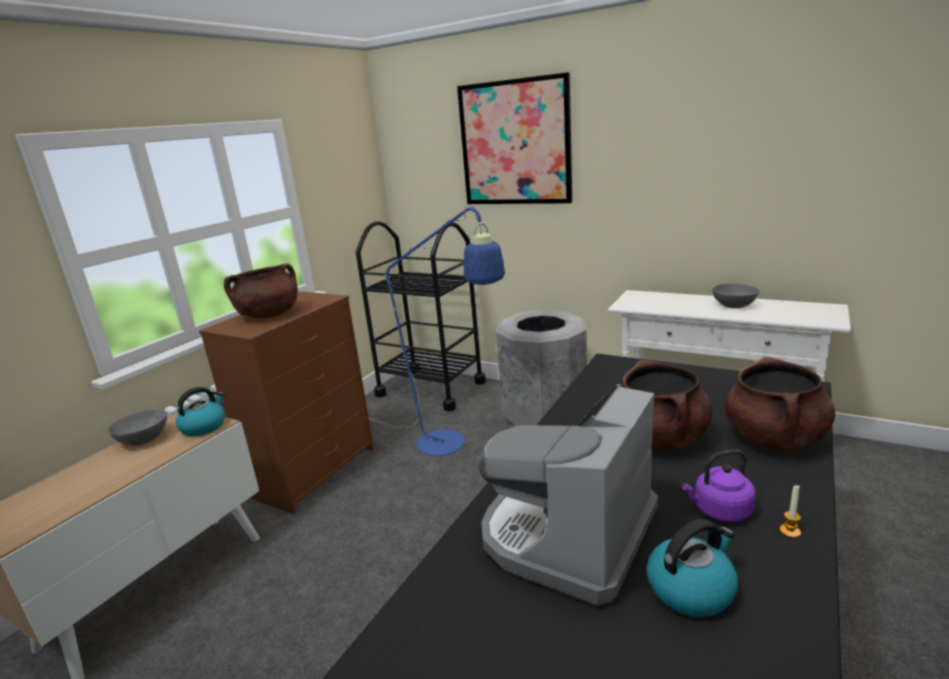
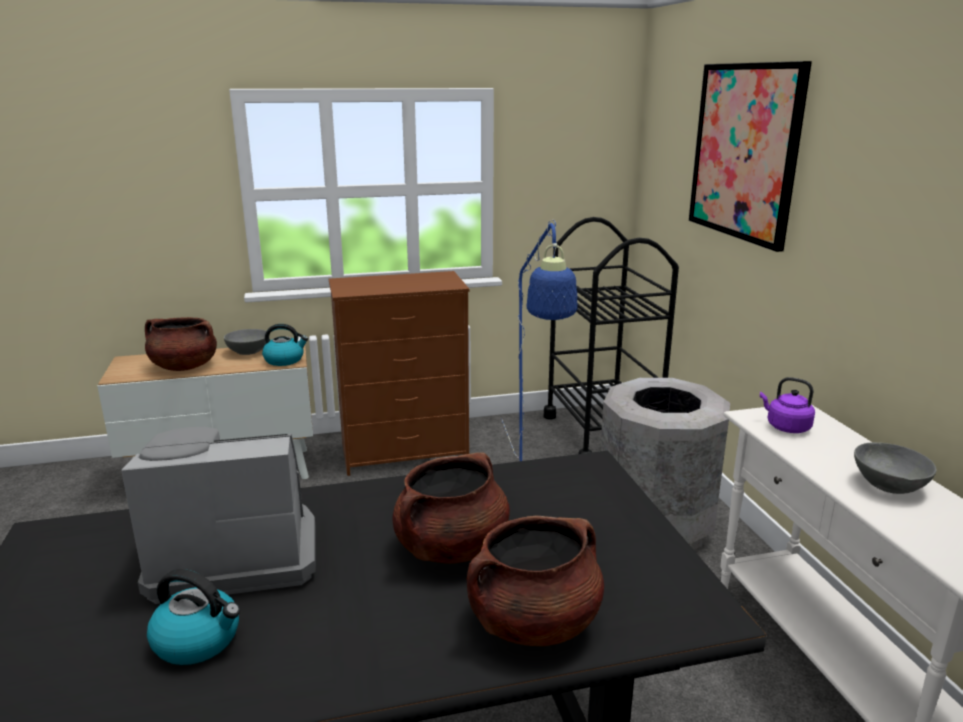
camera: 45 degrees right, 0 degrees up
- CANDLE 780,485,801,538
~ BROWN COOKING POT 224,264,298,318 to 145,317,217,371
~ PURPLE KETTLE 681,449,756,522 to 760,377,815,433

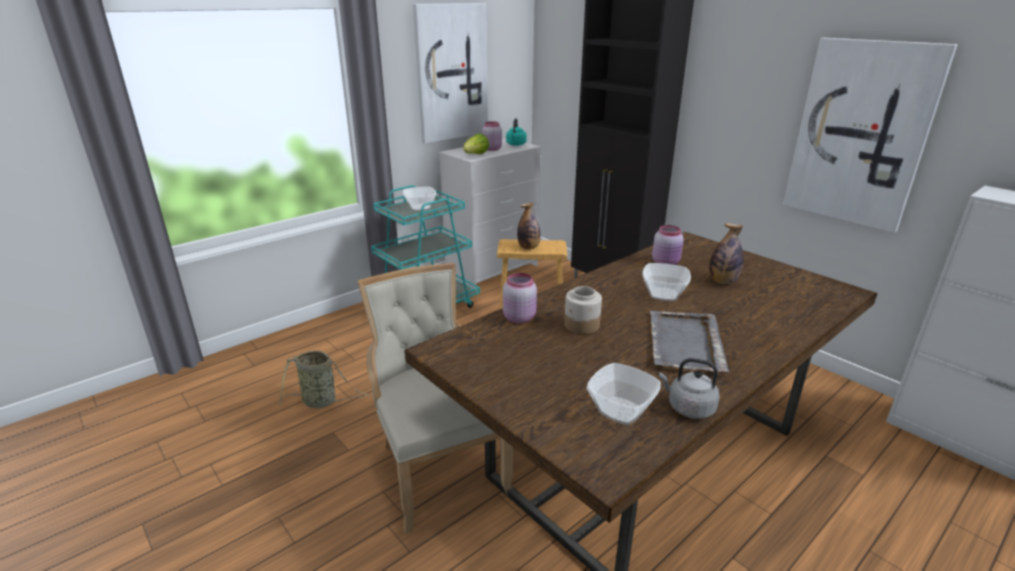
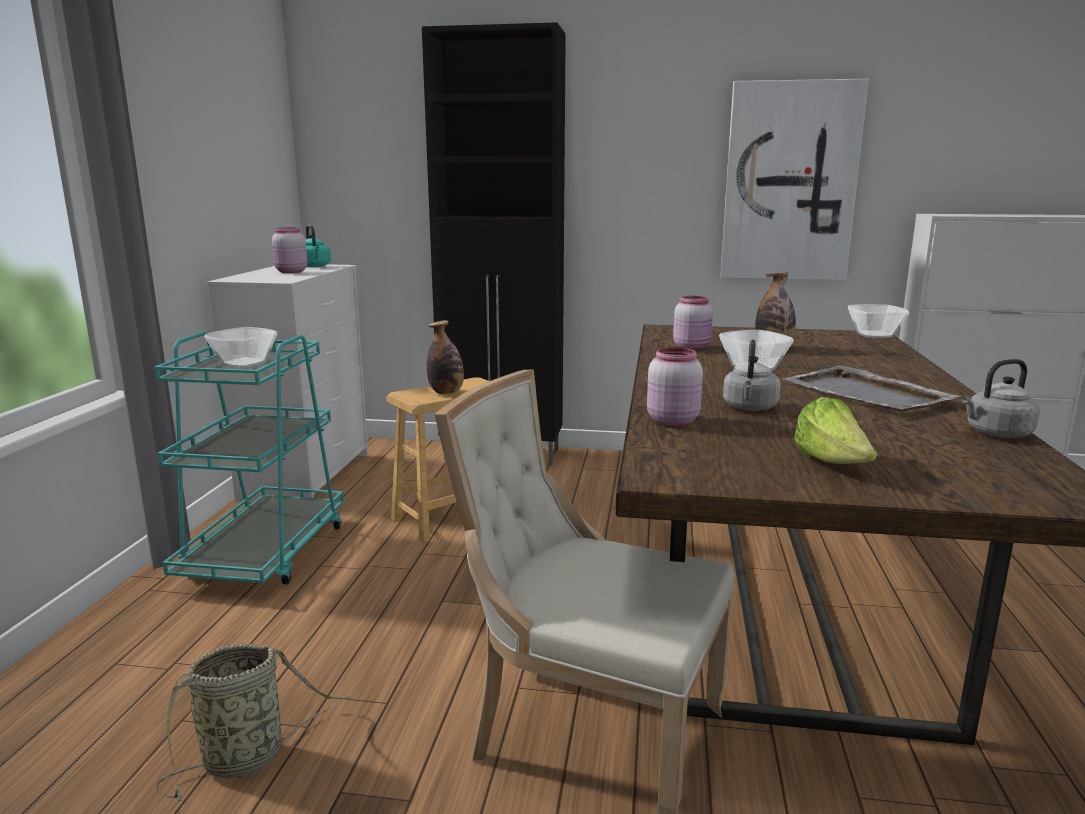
camera: 40 degrees left, 10 degrees down
- PICTURE 413,3,488,144
~ LETTUCE 463,134,489,154 to 794,397,877,464
~ BOWL 587,363,661,425 to 848,304,909,338
~ JAR 564,286,602,334 to GREY KETTLE 723,339,781,411

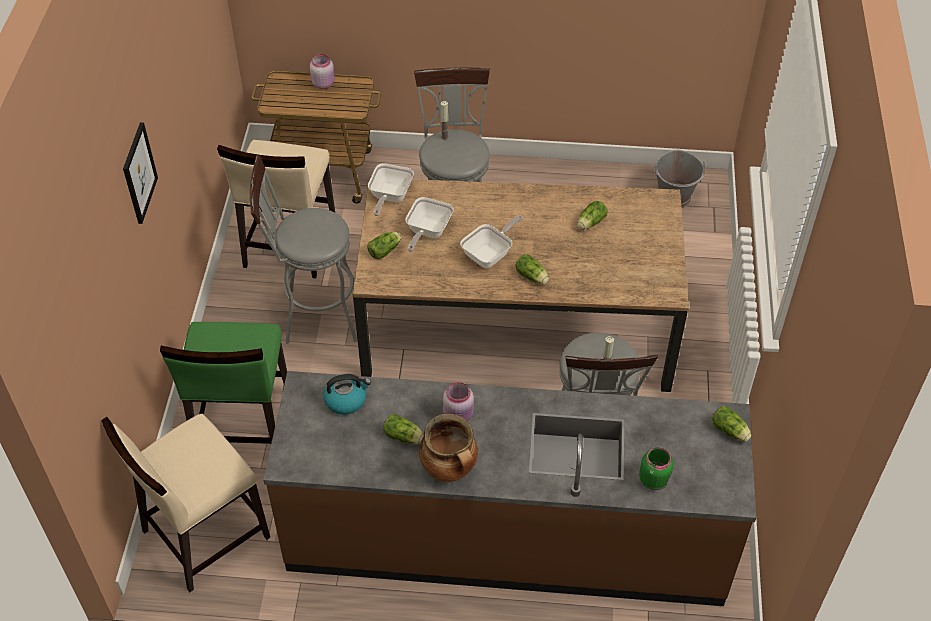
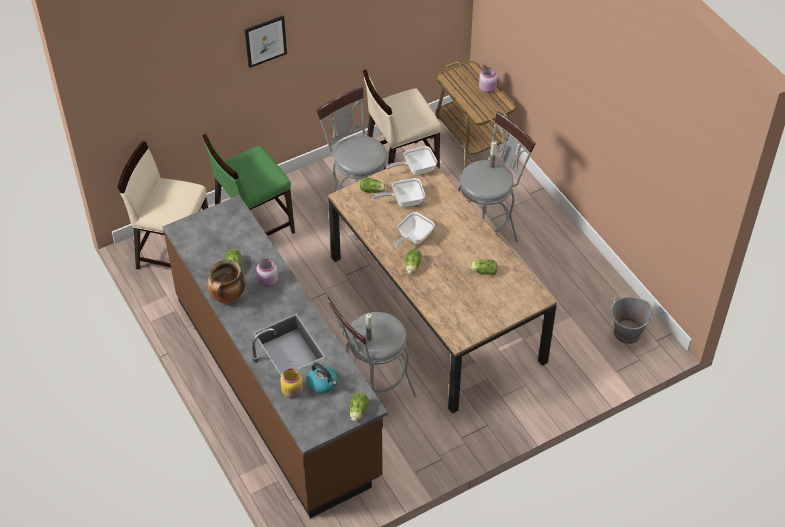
camera: 55 degrees right, 0 degrees up
~ KETTLE 323,374,371,415 to 307,363,337,394
~ GREEN JAR 639,447,674,490 to YELLOW JAR 280,369,303,398
~ FRYING PAN 460,215,523,268 = 391,212,435,250 120 degrees clockwise

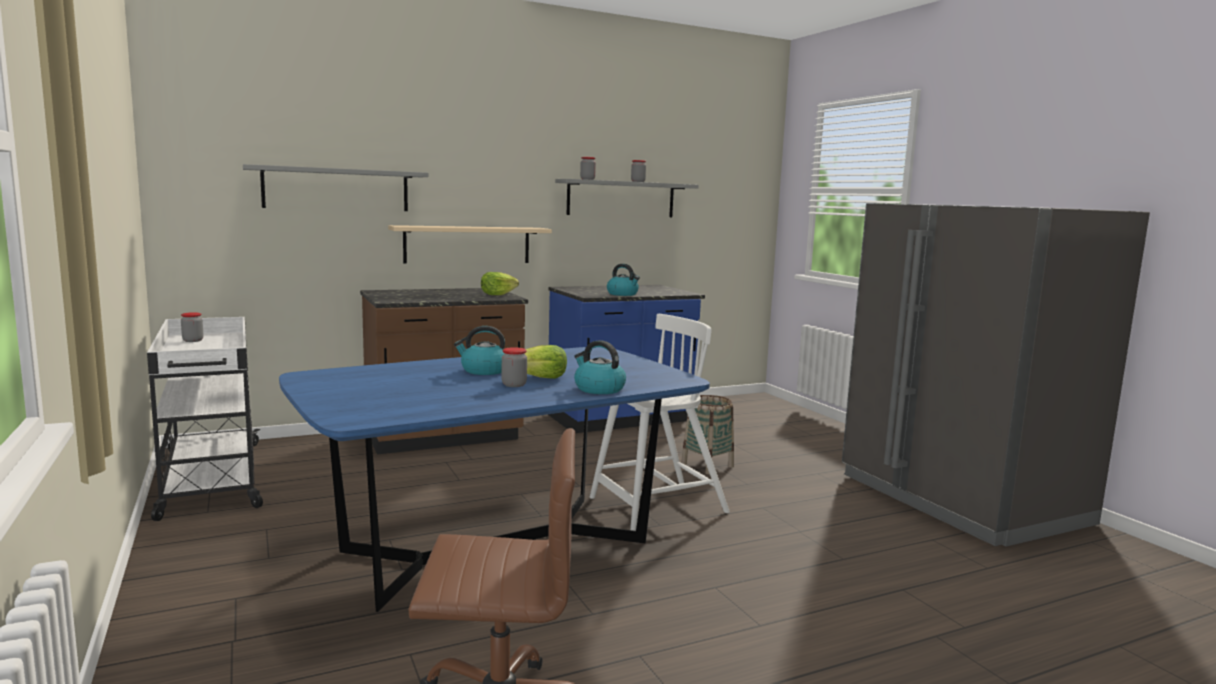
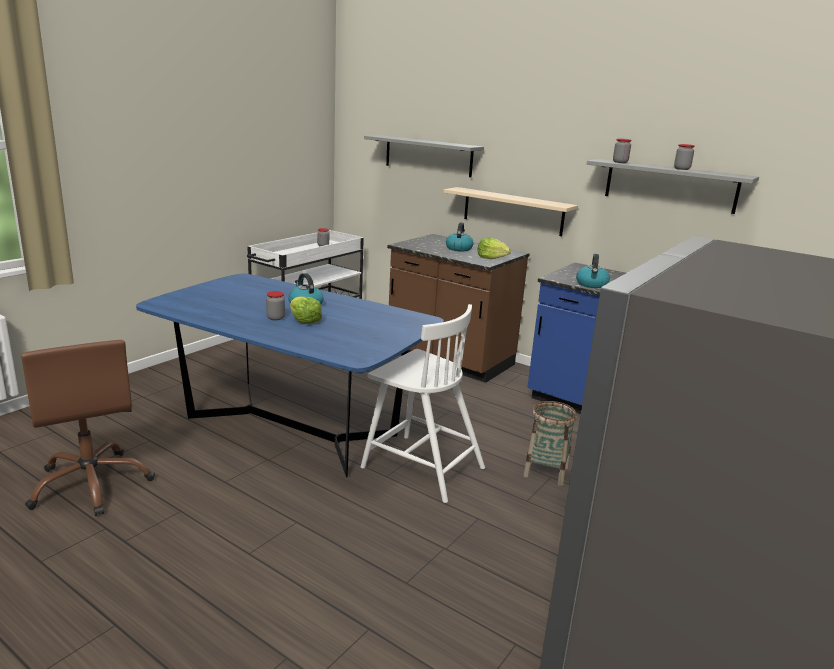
camera: 60 degrees right, 10 degrees up
~ KETTLE 574,340,626,394 to 446,222,474,251

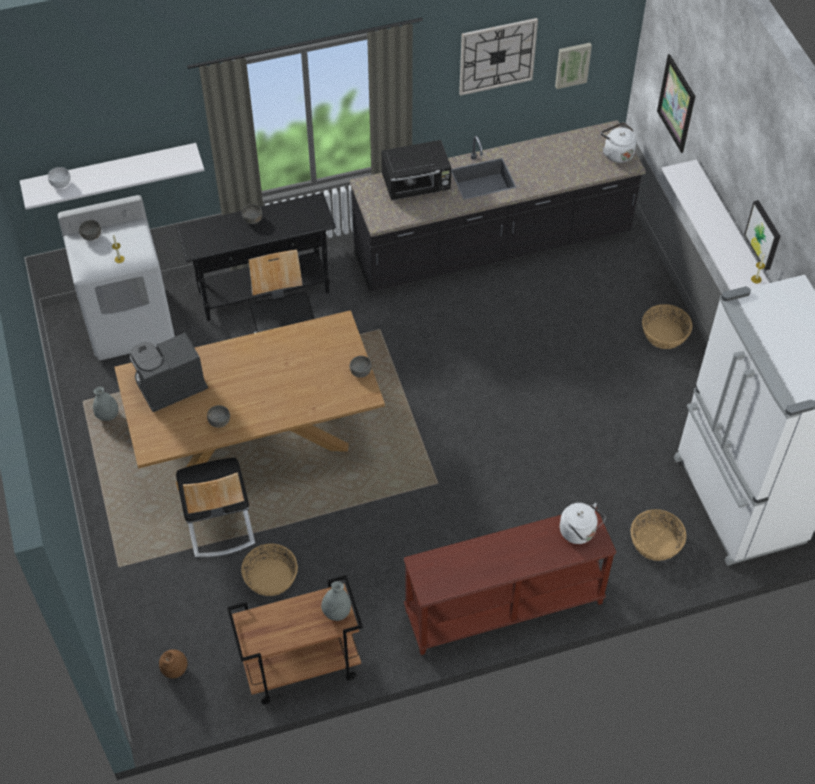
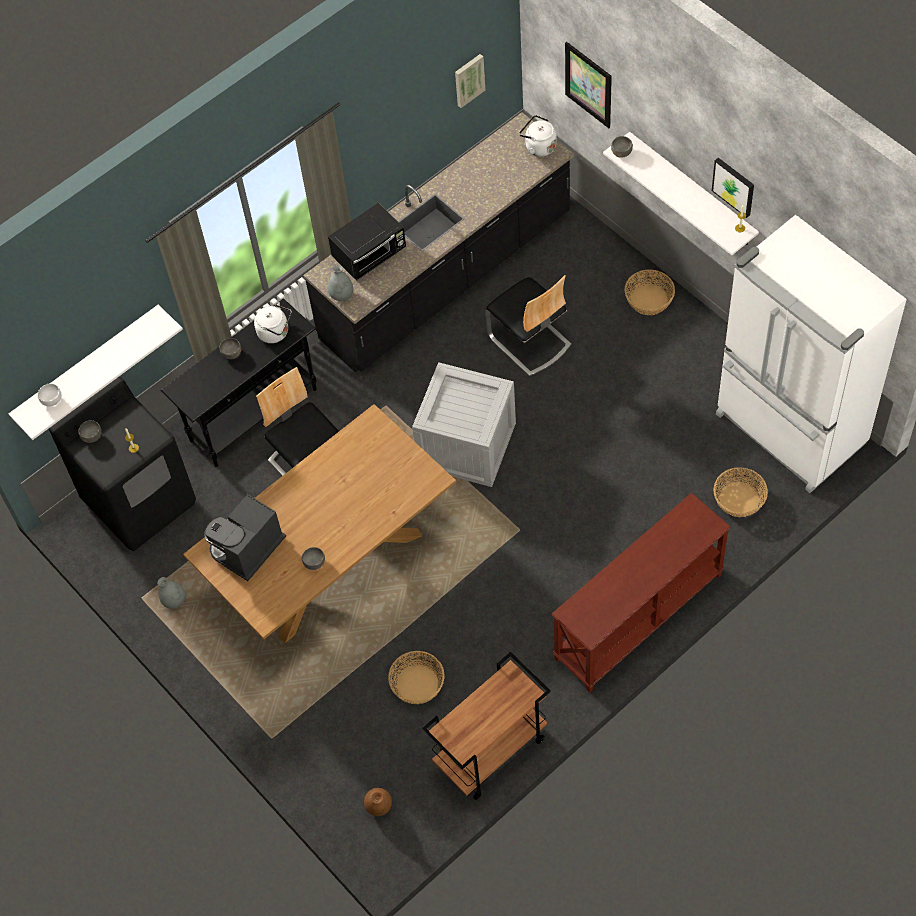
camera: 20 degrees left, 5 degrees up
- WALL CLOCK 459,18,538,96
+ CRATE 412,362,516,487
~ CHAIR 176,458,255,558 to 485,275,571,376
~ GREY VASE 321,581,351,621 to 328,265,353,301
~ GREY BOWL 350,356,372,378 to 611,136,633,158
~ WHITE KETTLE 560,503,606,544 to 254,302,292,343
~ WHITE WASHING MACHINE 58,195,175,360 to BLACK WASHING MACHINE 49,377,196,551

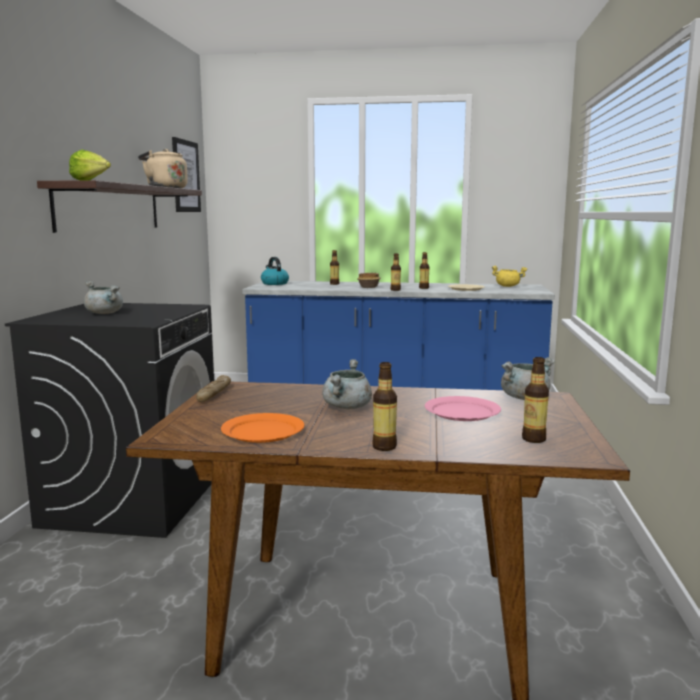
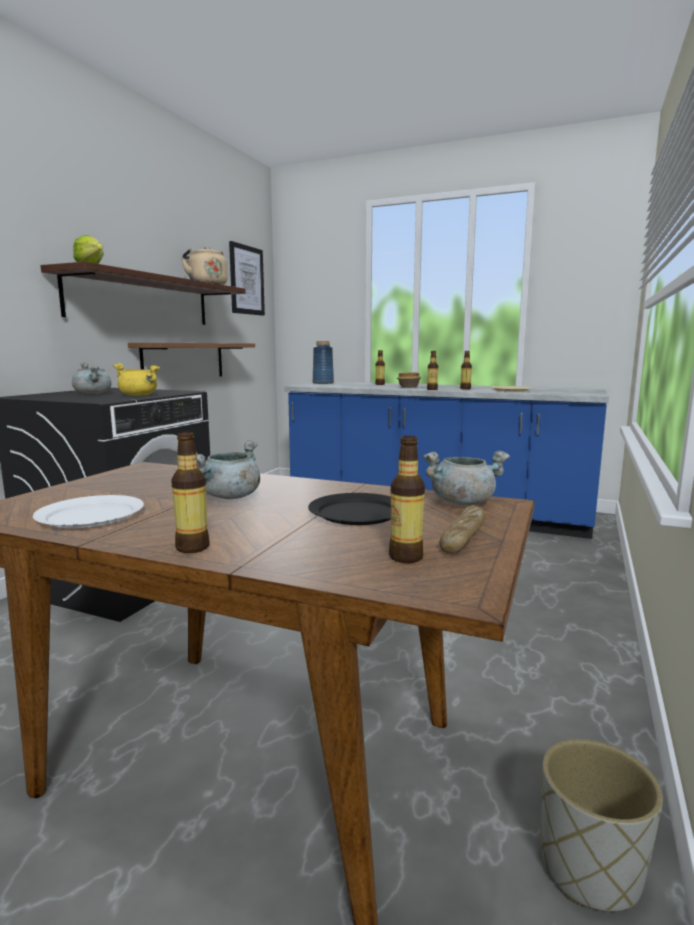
camera: 15 degrees right, 0 degrees up
+ SHELF 128,343,255,377
+ GREY PLANTER 541,739,663,912
~ BREAD 196,375,231,402 to 440,505,486,553
~ YELLOW COOKING POT 491,266,528,287 to 113,363,160,396
~ KETTLE 261,257,289,285 to BLUE VASE 313,341,334,384
~ ORANGE PLATE 221,413,304,443 to WHITE PLATE 33,495,144,528
~ PINK PLATE 425,396,501,421 to BLACK PLATE 308,493,391,525

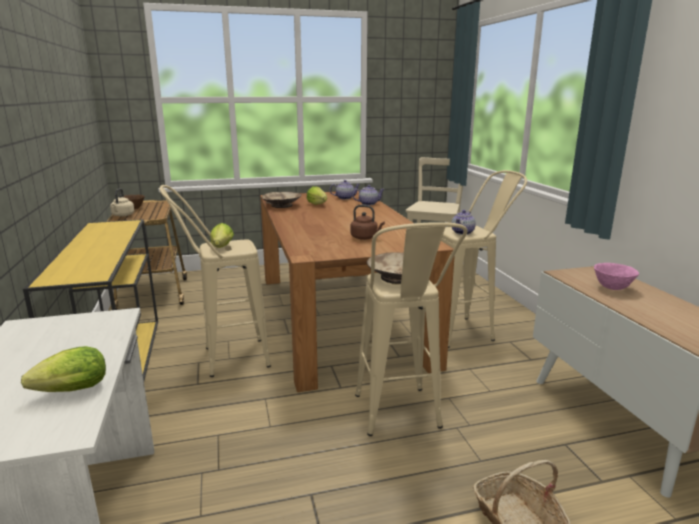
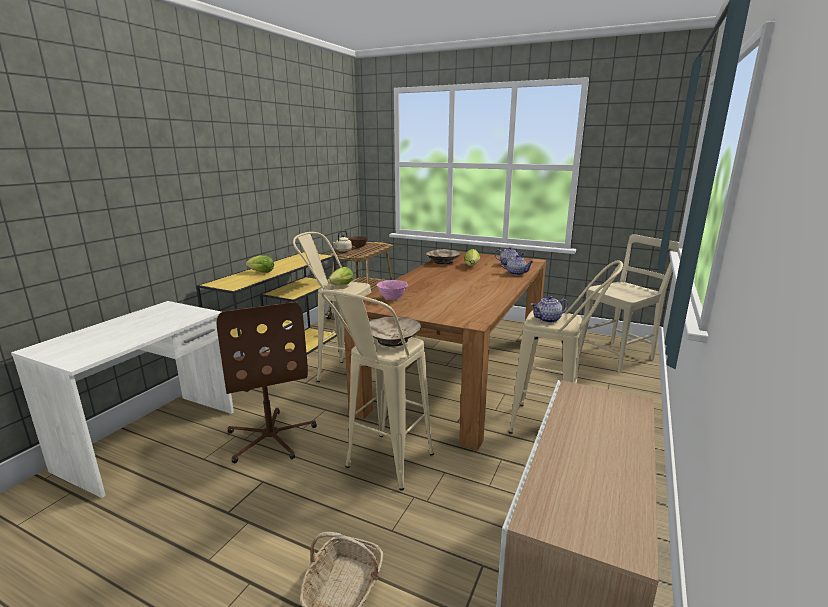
camera: 40 degrees right, 0 degrees up
- BROWN KETTLE 350,205,385,240
+ BROWN OFFICE CHAIR 216,302,317,463
~ LETTUCE 21,346,106,392 to 246,255,274,273
~ PINK BOWL 594,263,639,290 to 377,280,408,300

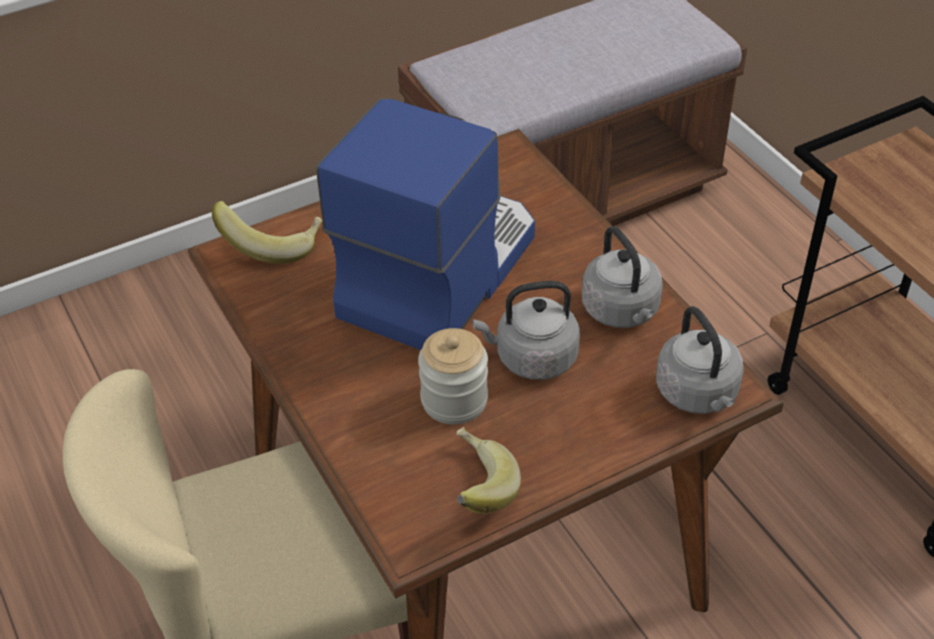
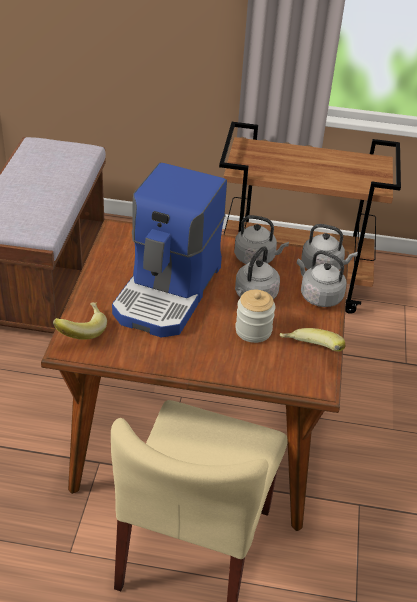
camera: 55 degrees left, 5 degrees down
+ GREY KETTLE 297,250,346,307
~ COFFEE MACHINE 316,98,535,350 = 112,162,227,338 135 degrees counterclockwise

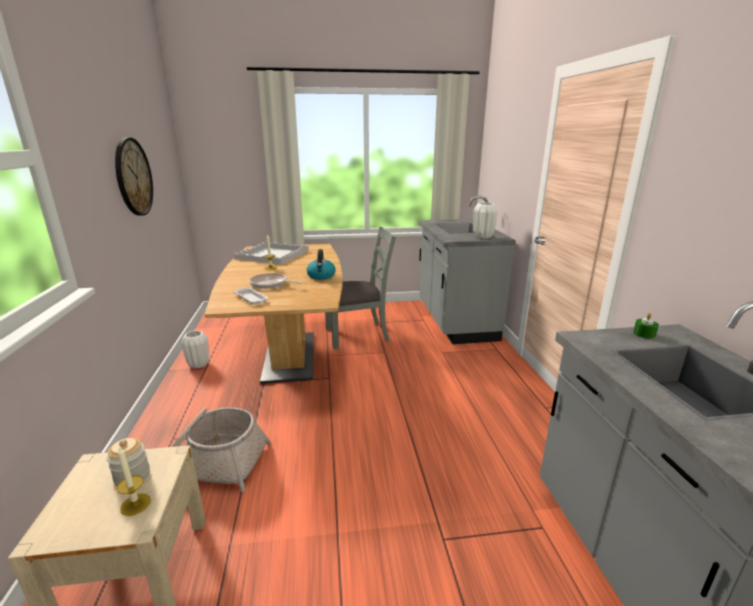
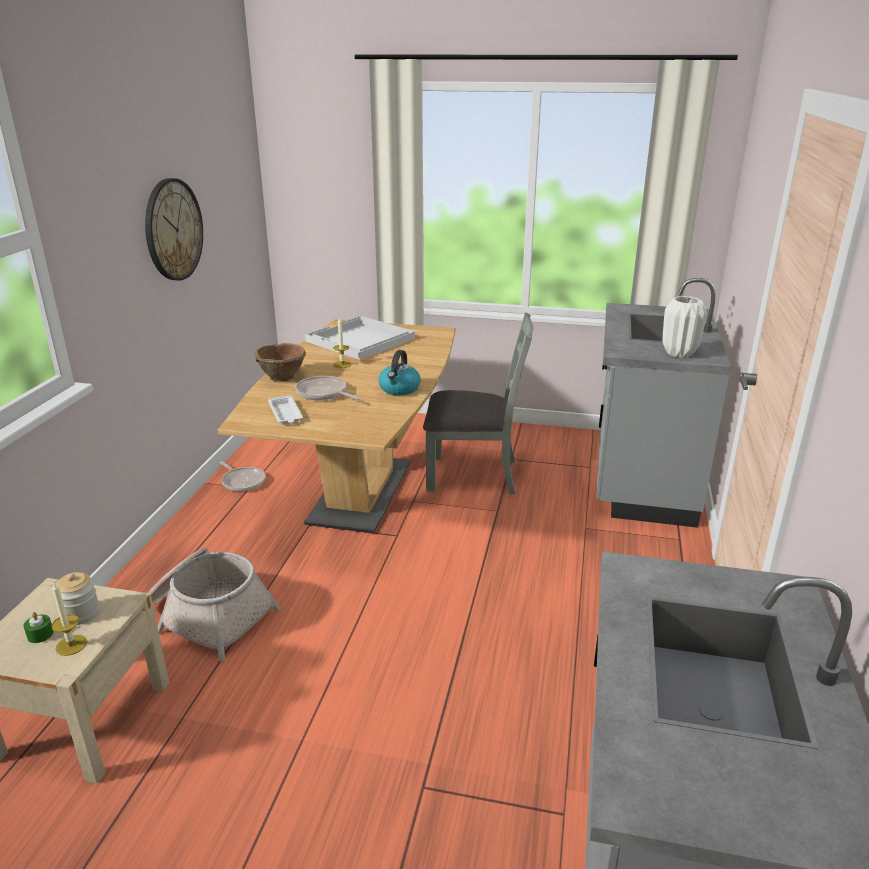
camera: 20 degrees right, 5 degrees up
+ BROWN BOWL 255,343,306,382
~ GREEN CANDLE 633,313,659,339 to 23,612,54,643
~ WHITE VASE 181,330,209,368 to FRYING PAN 219,461,266,492

